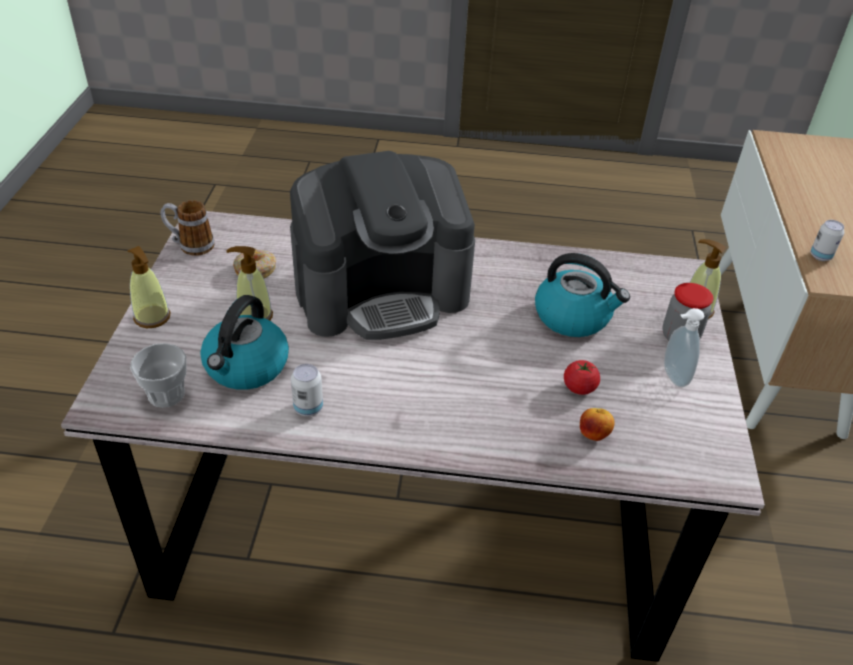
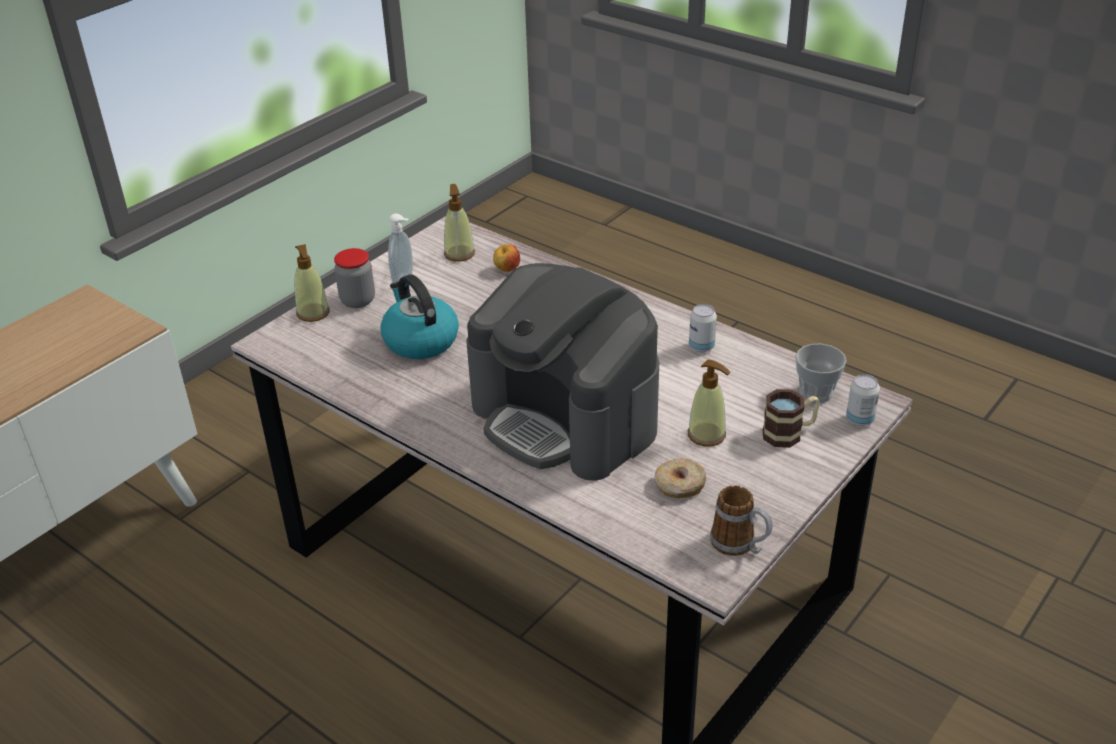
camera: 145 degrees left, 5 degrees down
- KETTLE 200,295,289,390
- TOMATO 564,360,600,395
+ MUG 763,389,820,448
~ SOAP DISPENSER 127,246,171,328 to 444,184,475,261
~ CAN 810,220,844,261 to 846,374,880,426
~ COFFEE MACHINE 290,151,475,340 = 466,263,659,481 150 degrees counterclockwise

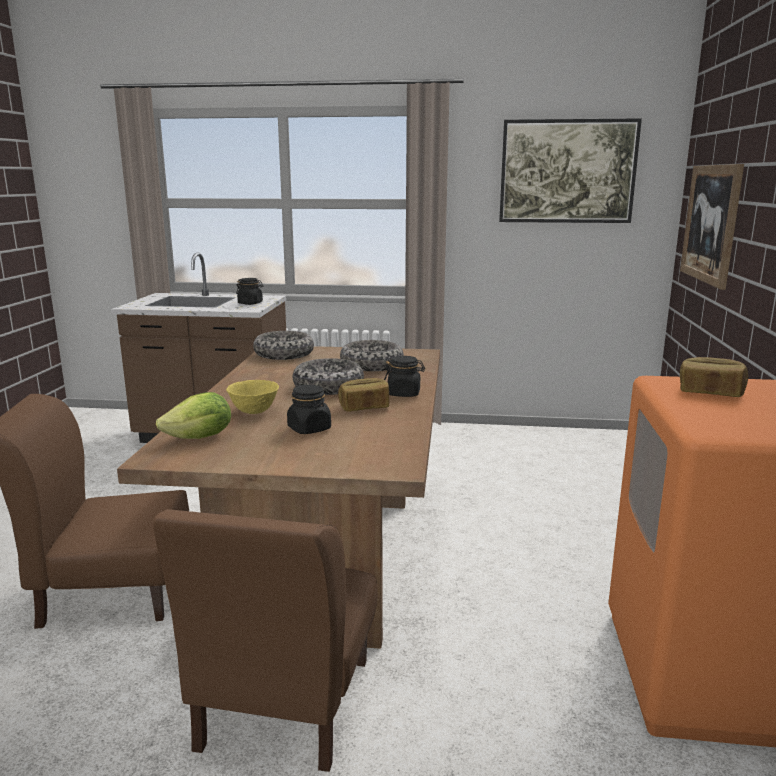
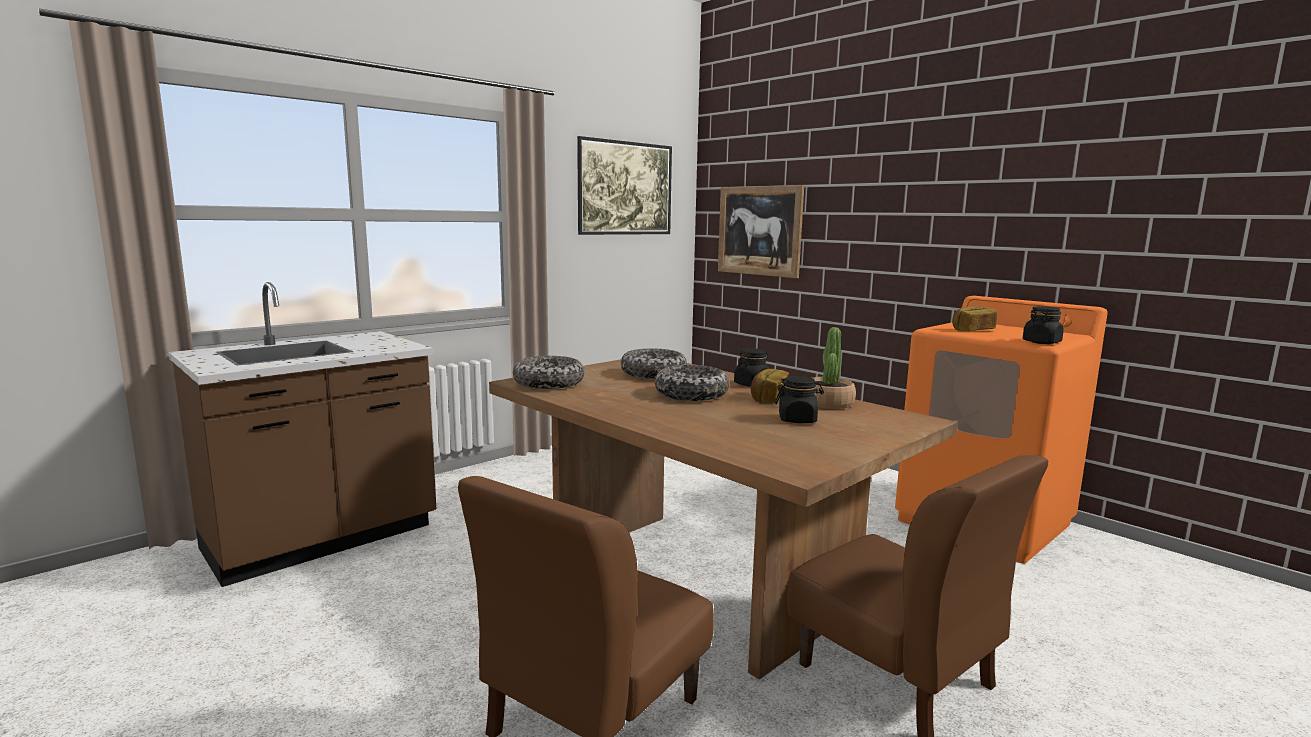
camera: 50 degrees left, 5 degrees down
- LETTUCE 156,392,231,439
- YELLOW BOWL 226,380,279,414
+ POTTED PLANT 812,327,856,409
~ BLACK JAR 236,278,263,305 to 1023,306,1064,344

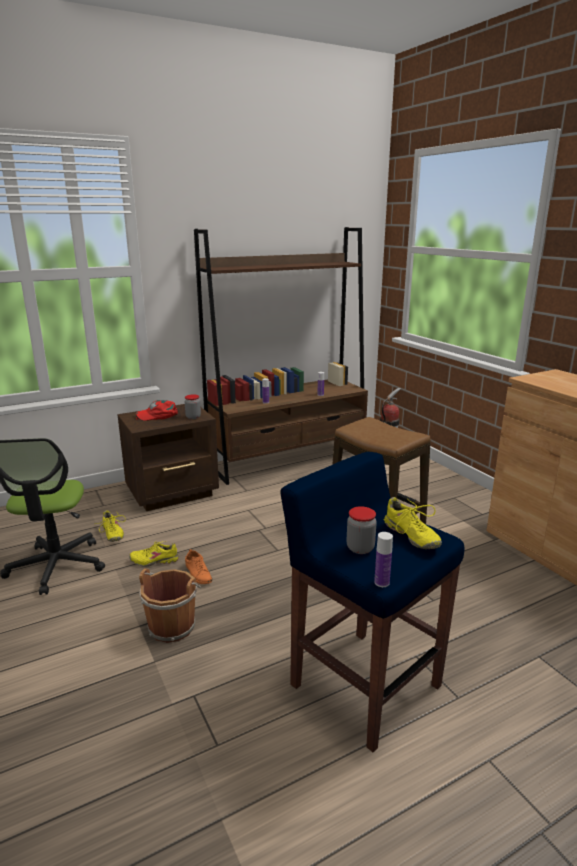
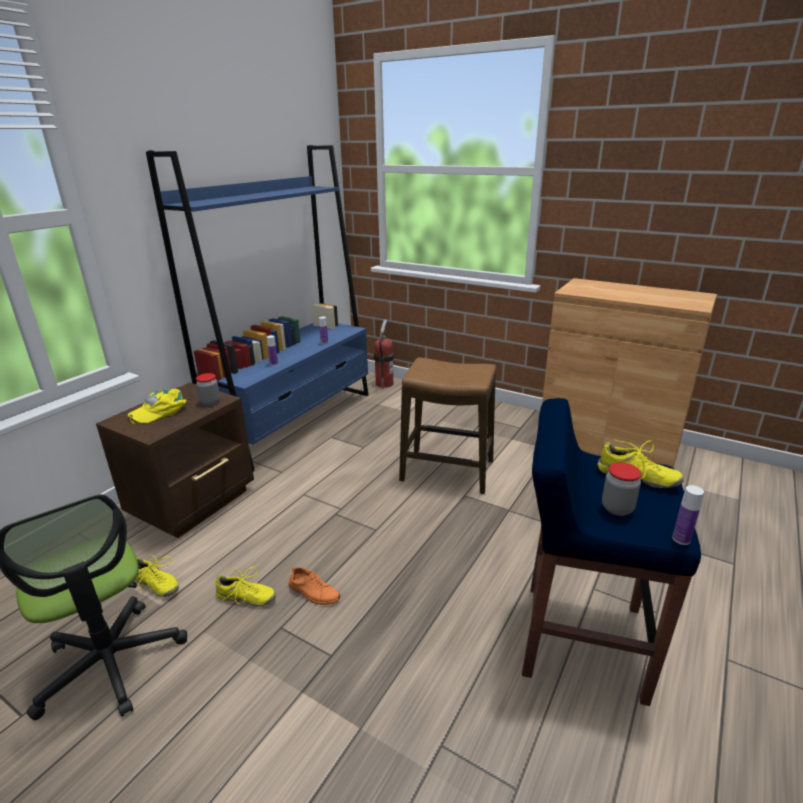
camera: 30 degrees left, 5 degrees up
- BROWN BUCKET 139,568,201,643
~ RED CAP 136,400,178,421 to YELLOW CAP 127,389,187,424
~ BROWN BOOKCASE 194,227,368,485 to BLUE BOOKCASE 146,145,368,472
~ YELLOW SHOE 129,541,179,567 = 216,566,276,607 135 degrees counterclockwise

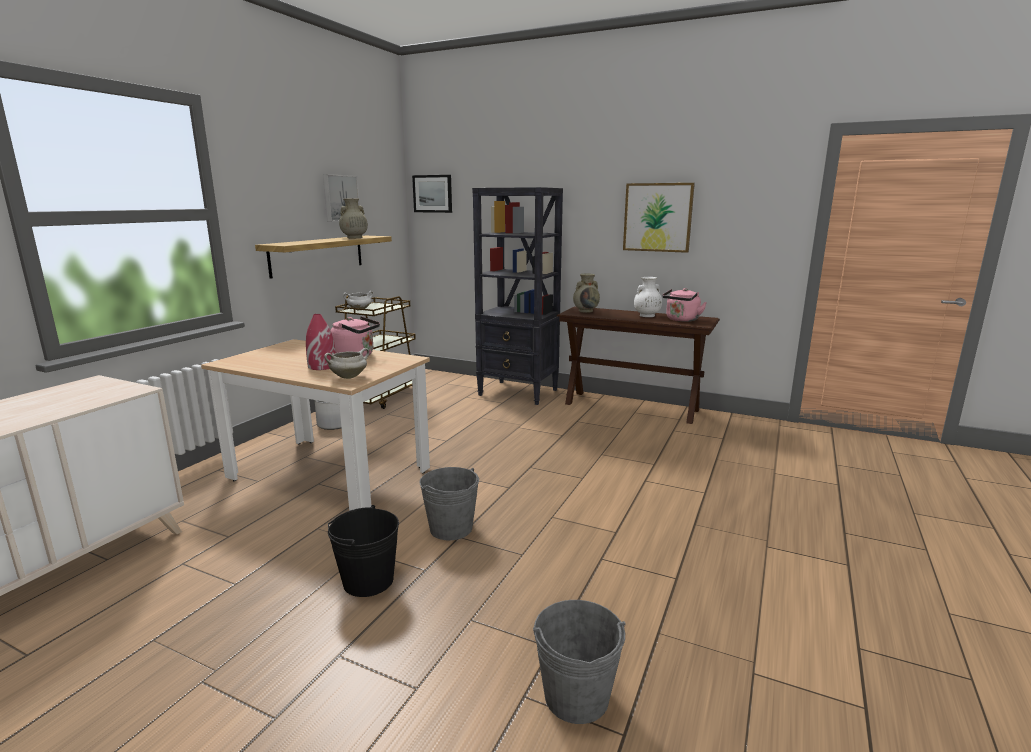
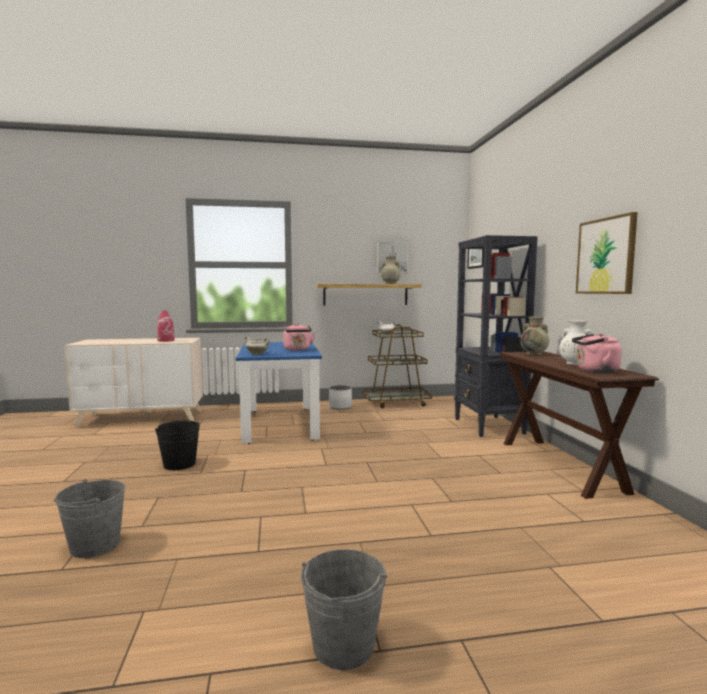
camera: 55 degrees right, 10 degrees down
~ RED VASE 306,314,336,370 to 157,310,174,342
~ GREY BUCKET 419,467,479,540 to 301,549,387,670
~ BEIGE DINING TABLE 201,339,430,511 to BLUE DINING TABLE 236,342,322,444

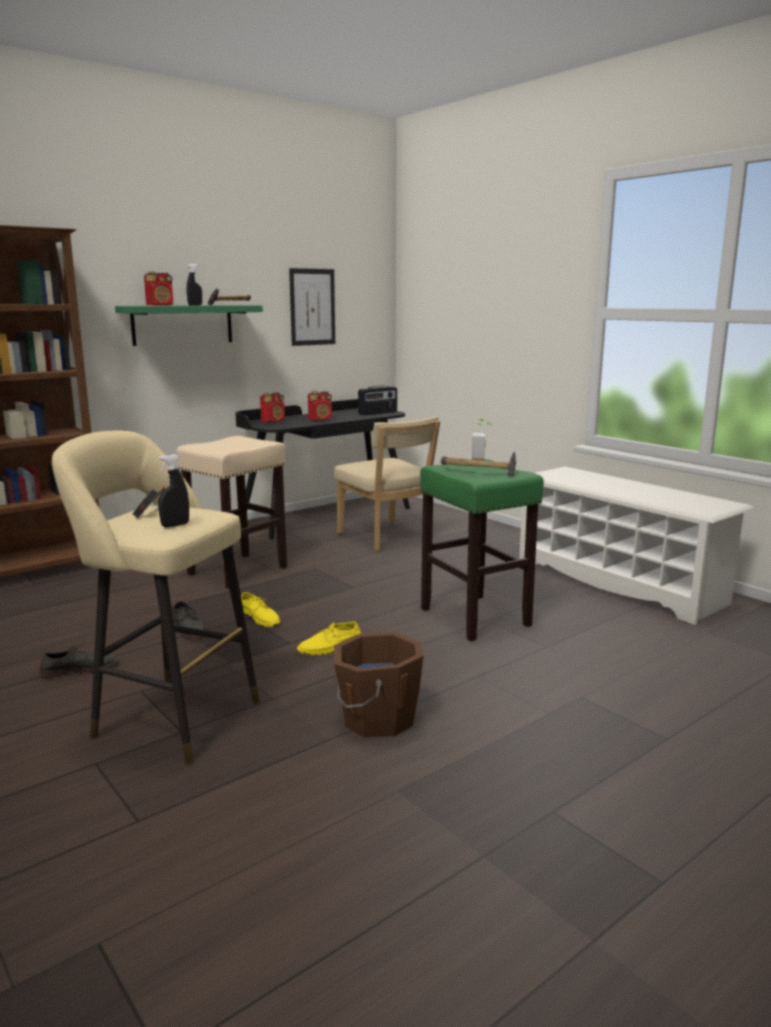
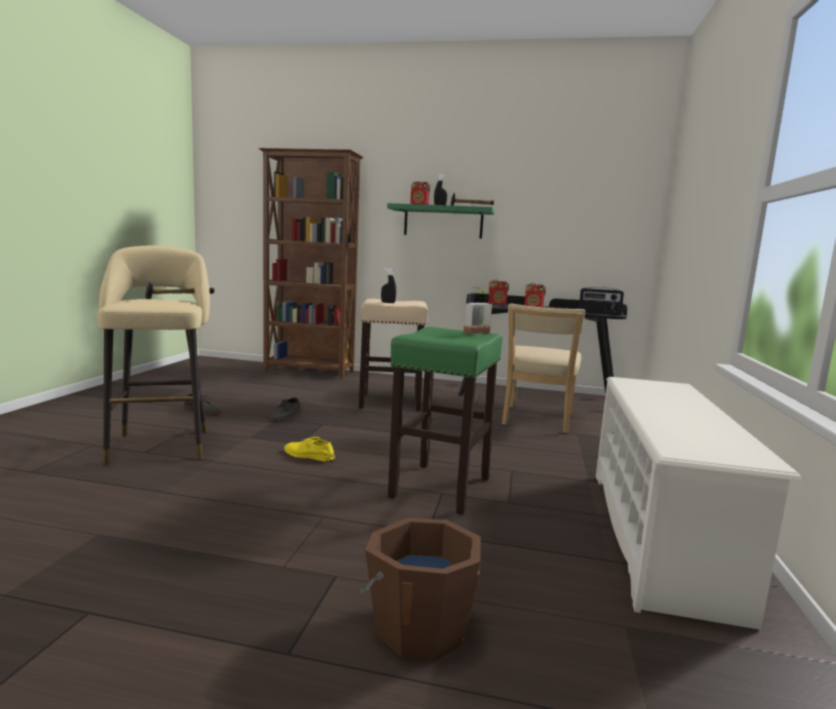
camera: 50 degrees right, 5 degrees down
- YELLOW SHOE 241,592,280,627
- PICTURE 289,268,335,346
- HAMMER 441,452,516,476
~ BLACK SPRAY BOTTLE 158,454,189,527 to 381,268,396,303
~ BROWN BUCKET 334,632,423,737 to 359,518,481,661

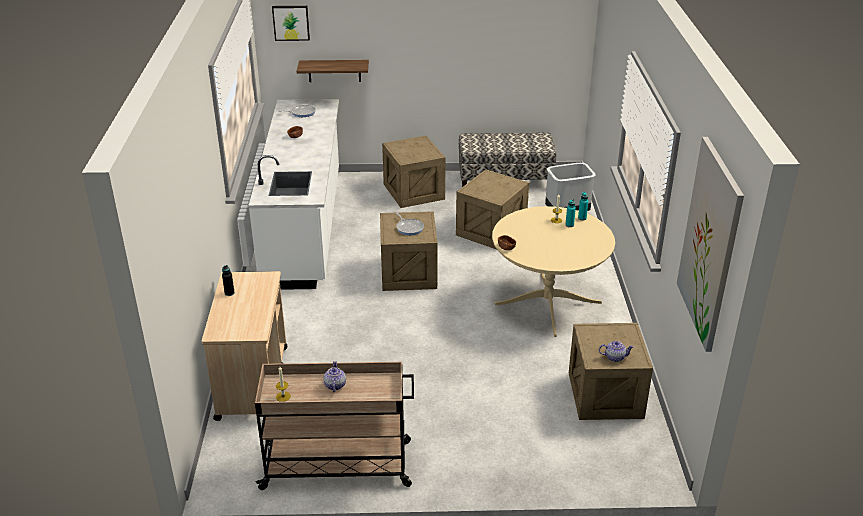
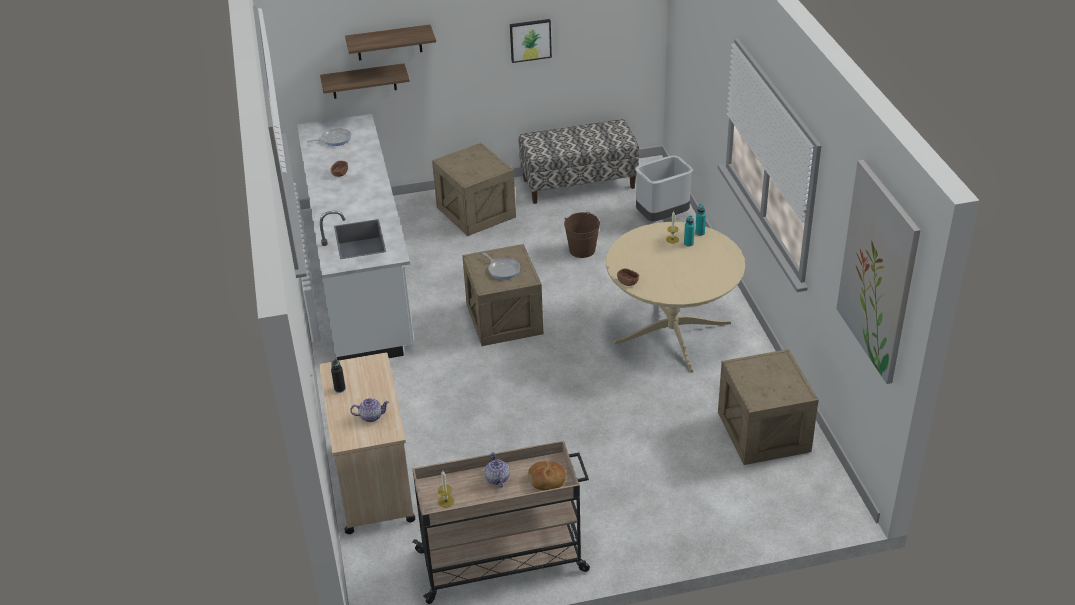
camera: 10 degrees left, 5 degrees up
+ SHELF 345,25,436,60
+ BREAD 528,461,566,491
~ PICTURE 272,6,310,41 to 510,19,552,63
~ TEAPOT 599,341,634,362 to 350,398,389,422
~ CRATE 456,169,529,249 to BROWN BUCKET 564,212,600,258

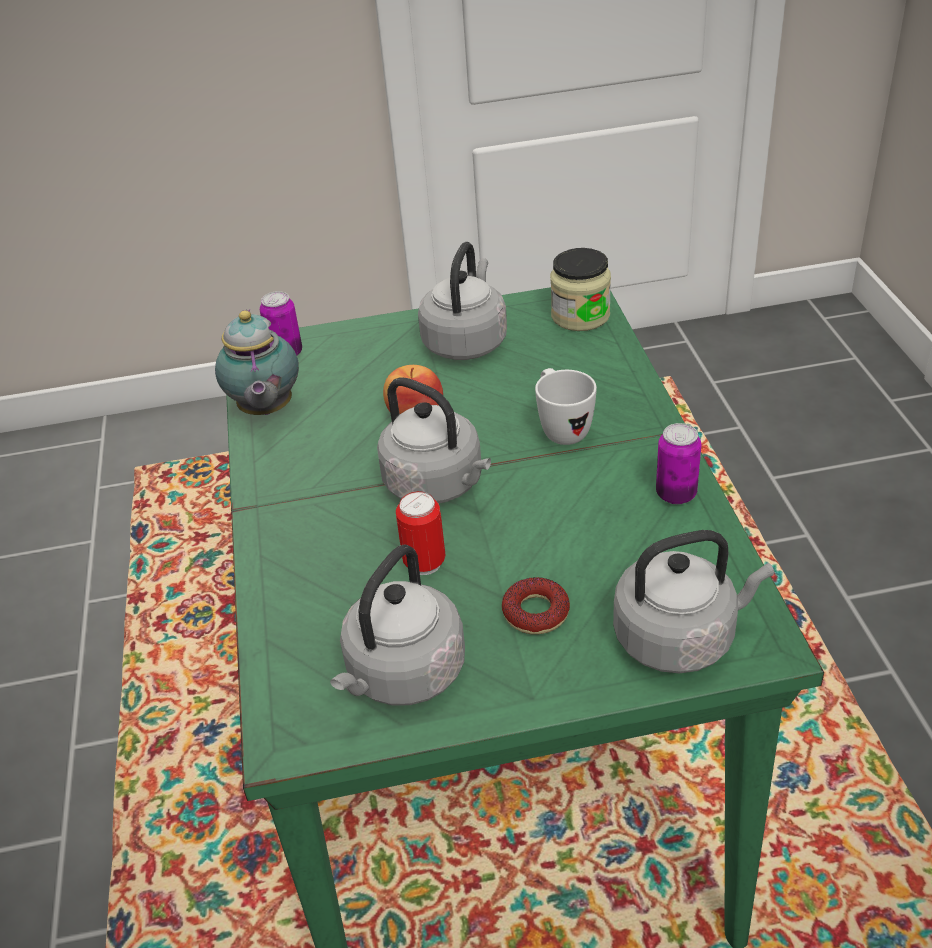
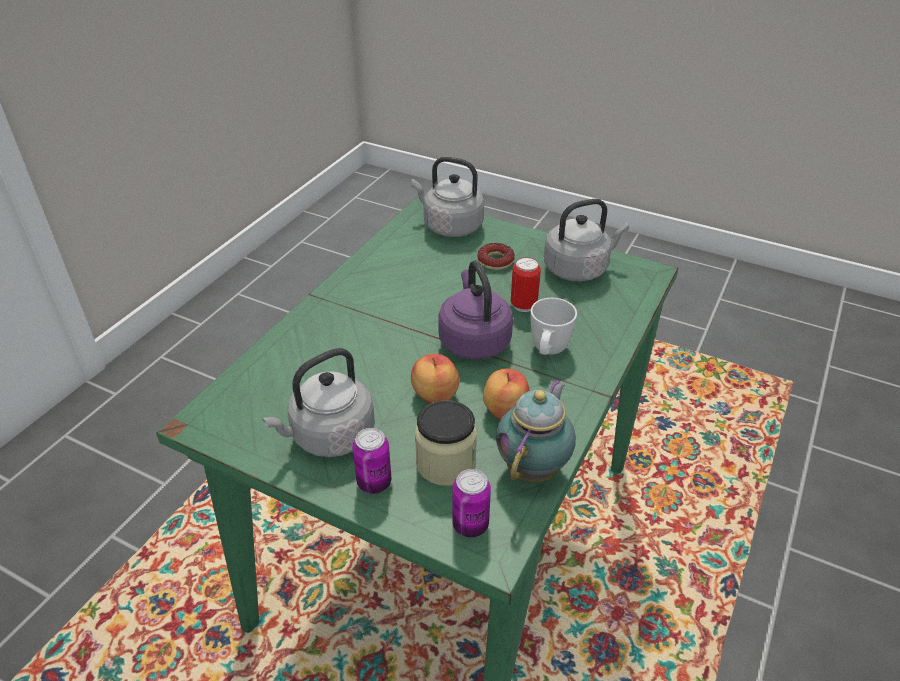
camera: 145 degrees left, 0 degrees up
+ APPLE 483,368,530,420
~ WHITE MUG 535,368,597,445 to 530,298,577,355
~ JAR 550,248,611,331 to 415,400,477,486
~ CAN 656,423,701,504 to 352,428,392,494
~ GREY KETTLE 377,377,491,503 to PURPLE KETTLE 438,261,513,360

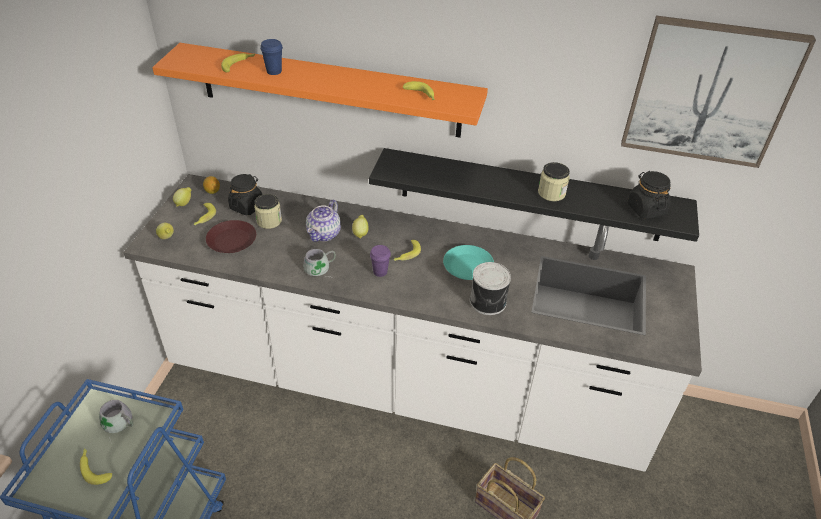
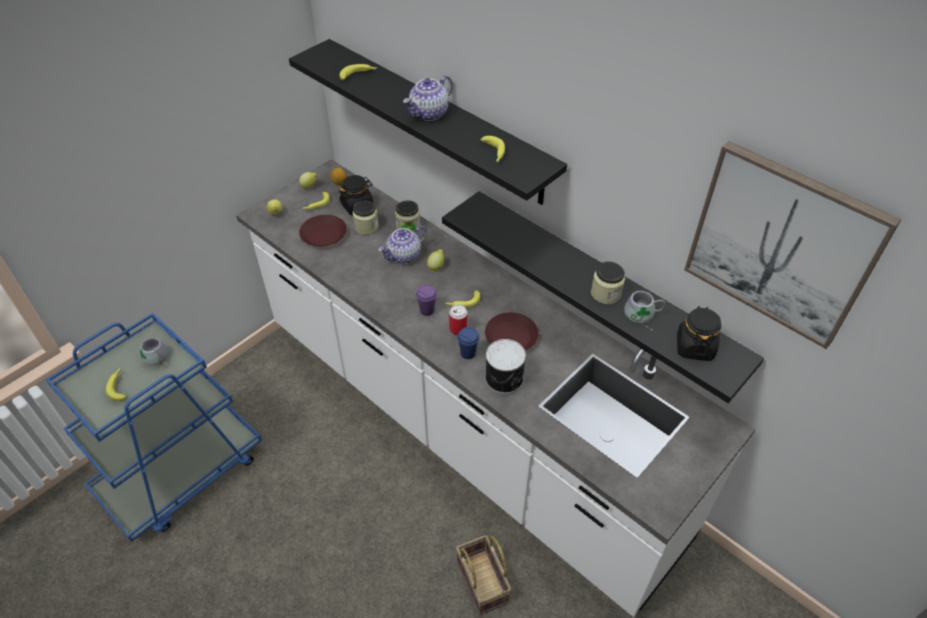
camera: 30 degrees right, 5 degrees up
+ JAR 395,200,420,231
+ TEAPOT 403,75,453,121
+ CAN 449,304,467,336
~ BLUE CUP 260,39,283,75 to 457,327,479,359
~ GREY MUG 303,249,336,278 to 624,291,666,330
~ ORANGE SHELF 152,43,488,138 to BLACK SHELF 289,39,567,205
~ TURQUOISE PLATE 443,245,494,280 to BROWN PLATE 485,312,538,351

